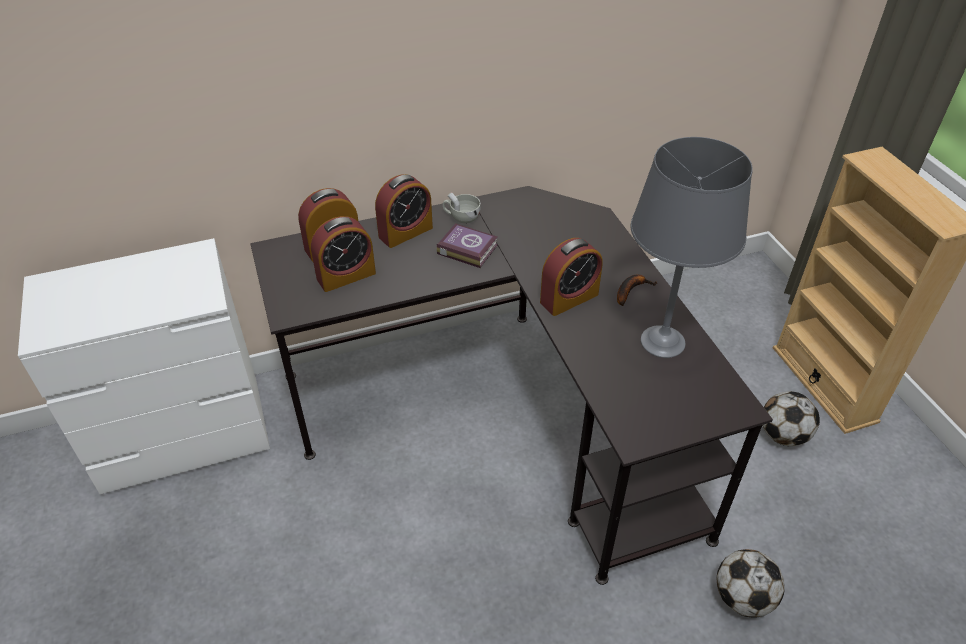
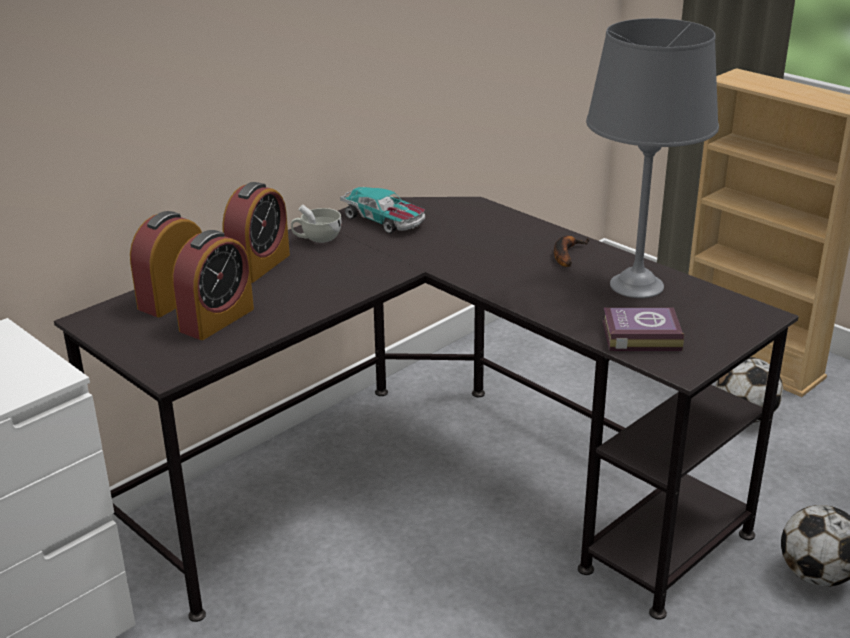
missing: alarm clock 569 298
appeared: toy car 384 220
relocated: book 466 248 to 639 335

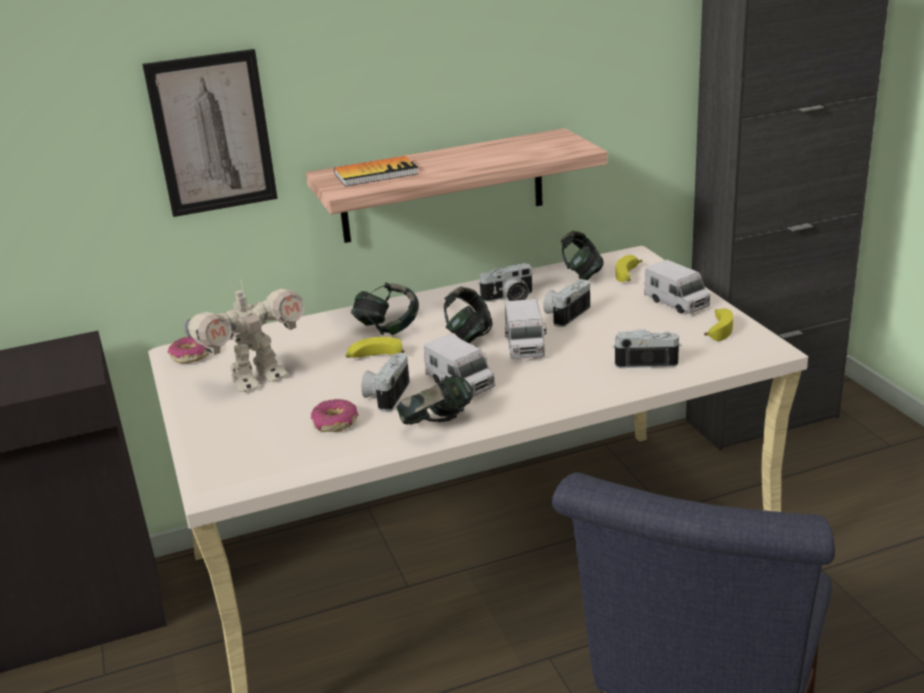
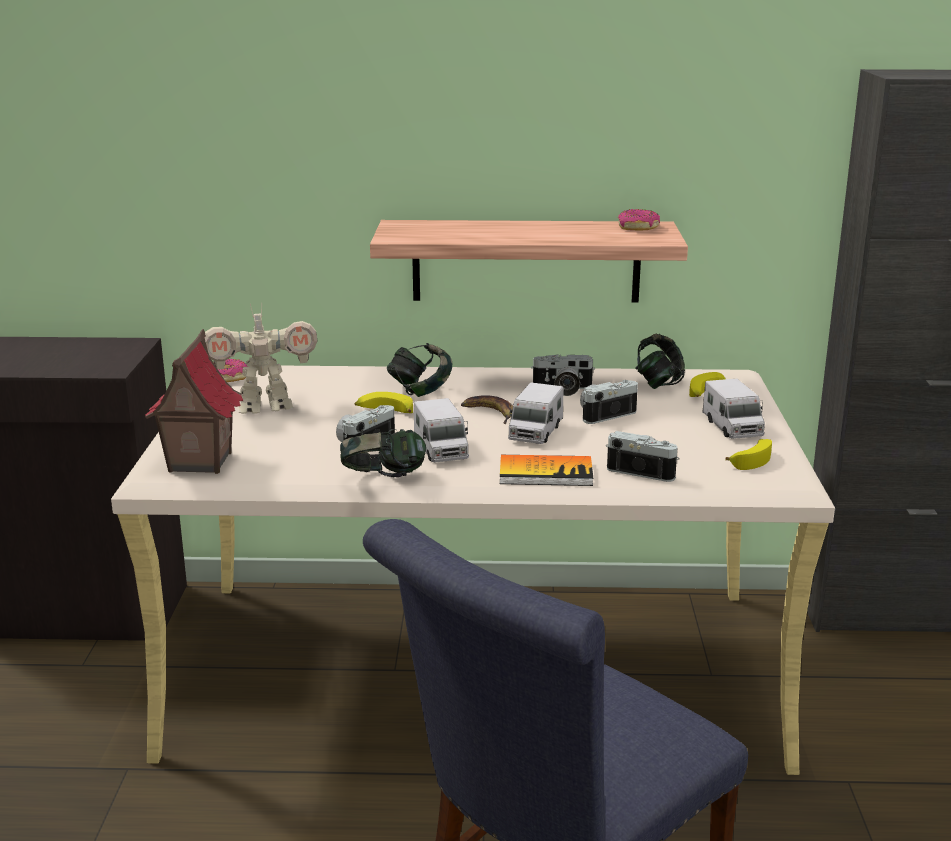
missing: picture 212 133
appeared: toy house 199 462
relocated: book 376 174 to 545 473; donut 335 423 to 638 228
exchanged: headphones 468 336 to banana 489 413

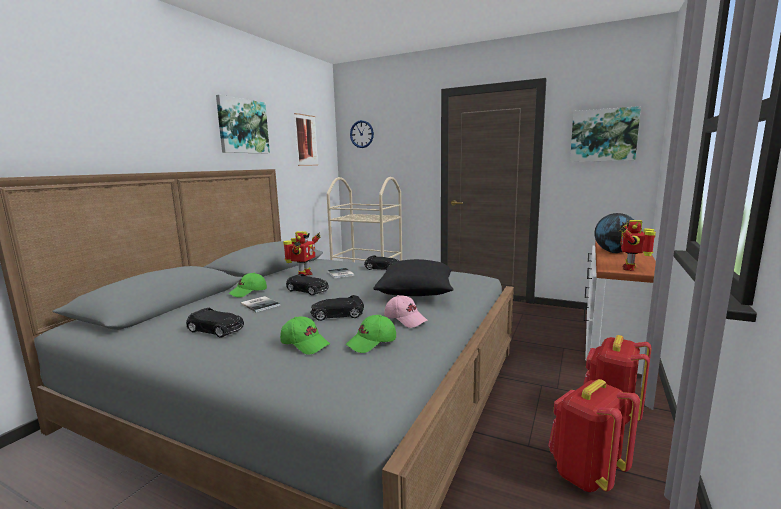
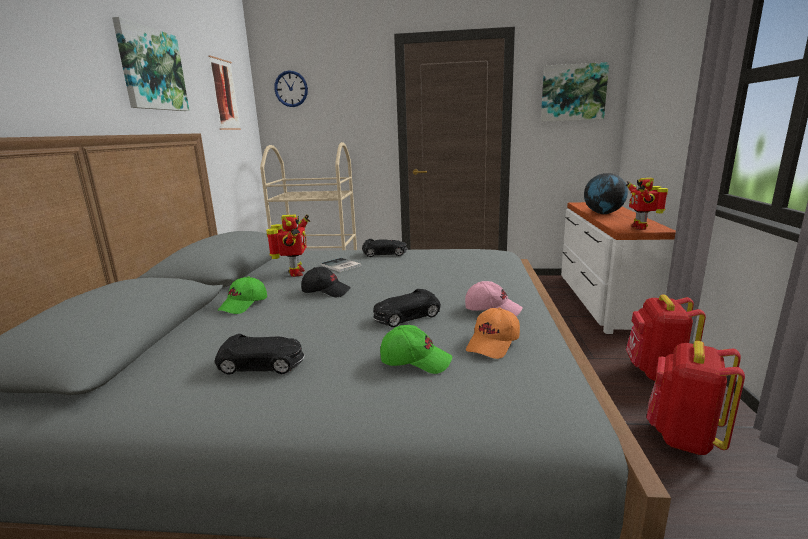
missing: book 260 304; pillow/black 416 293
exchanged: toy car/black 308 290 to cap/black 326 291
colour: cap/green 372 343 to cap/orange 493 344

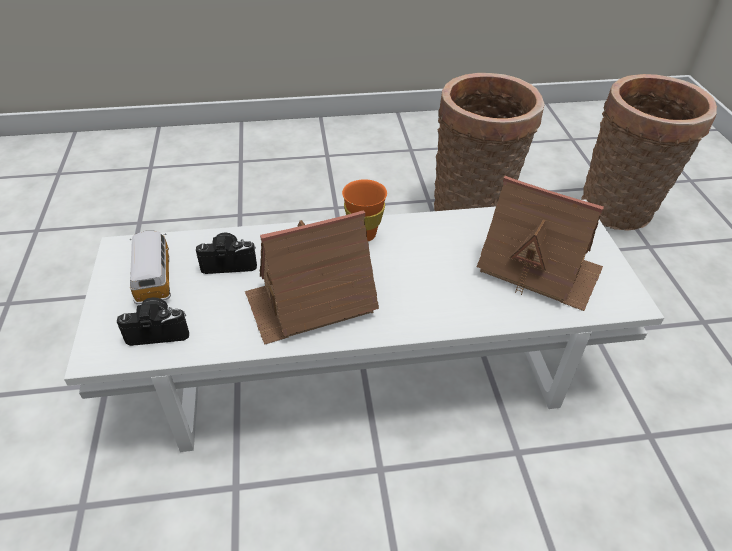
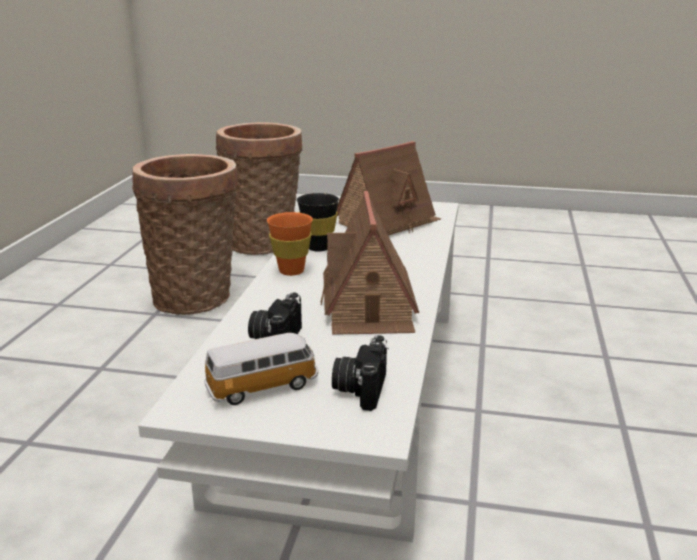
appeared: cup/black 318 247
spun: toy car 154 277 = 264 387 150 degrees clockwise

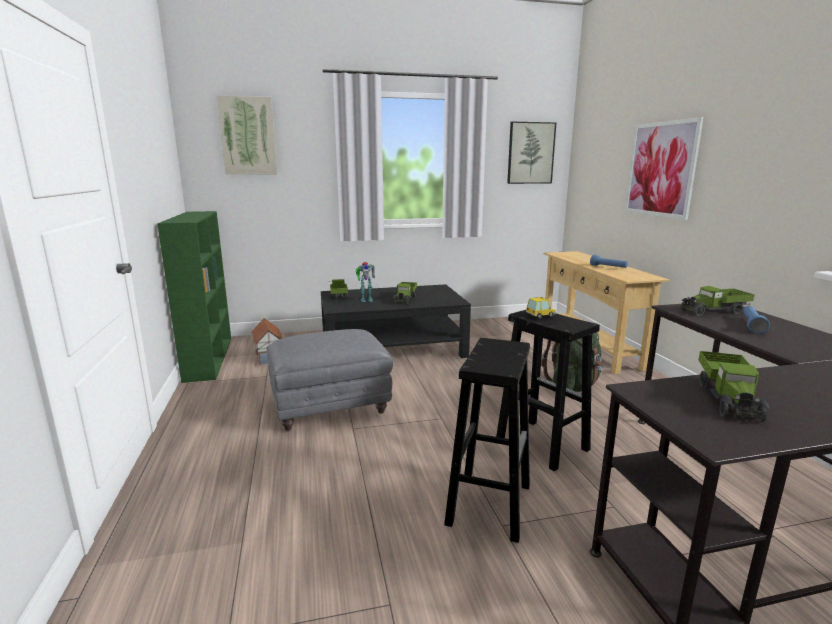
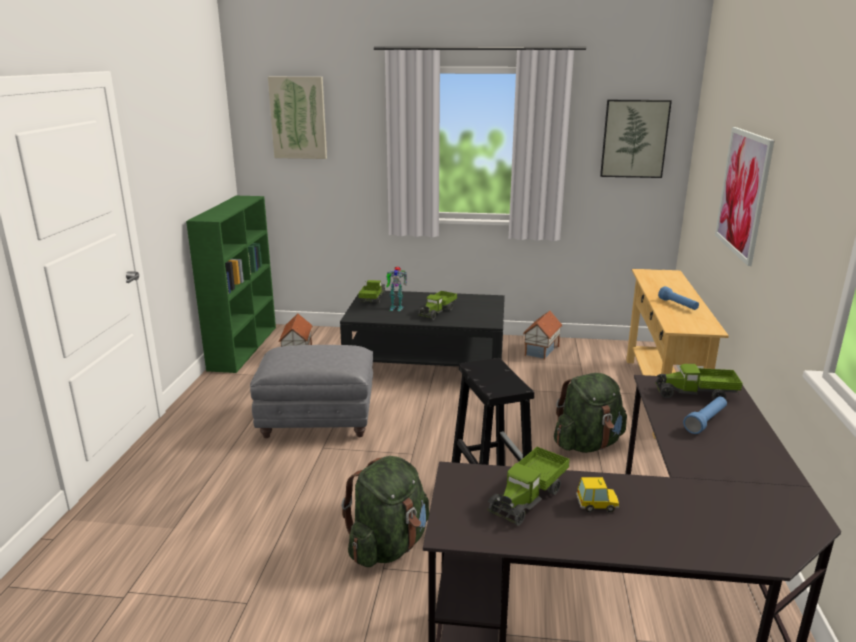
appeared: toy house 542 351
relocated: toy car 540 315 to 597 504
exchanged: stool/black 489 503 to backpack/green 388 546

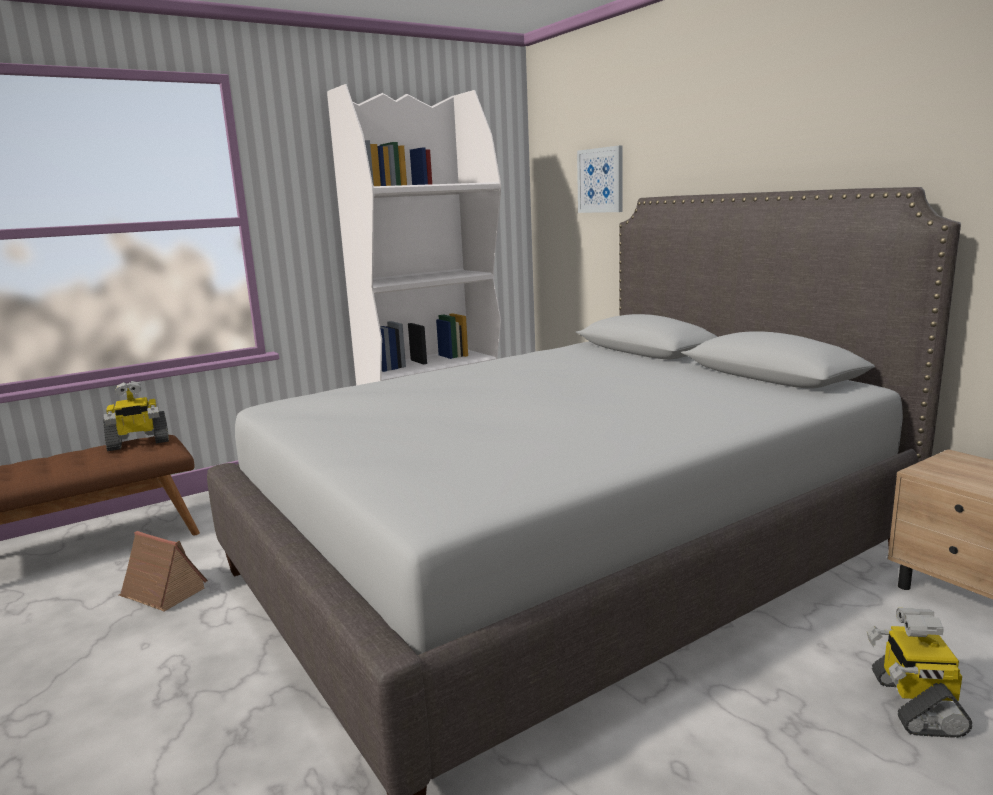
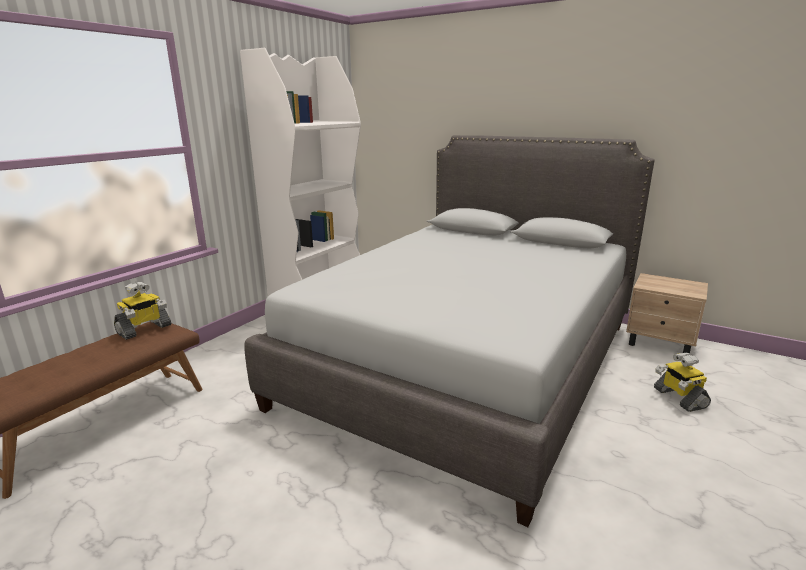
missing: toy house 162 592; picture 601 180

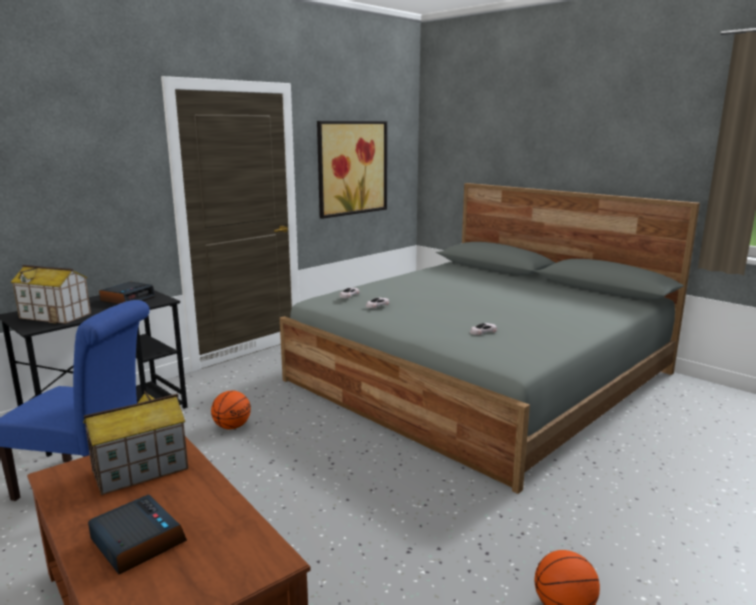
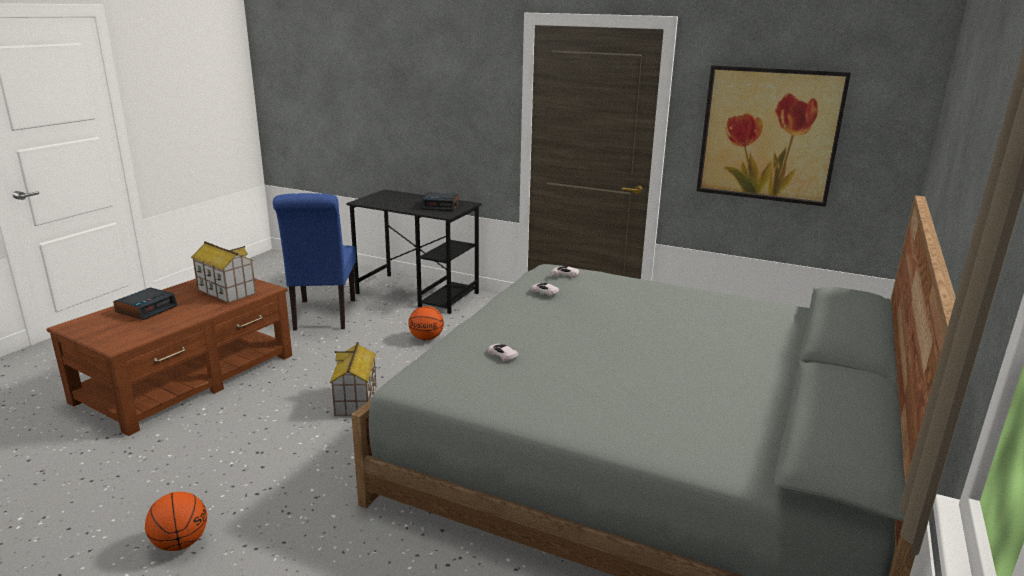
relocated: toy house 56 315 to 356 400

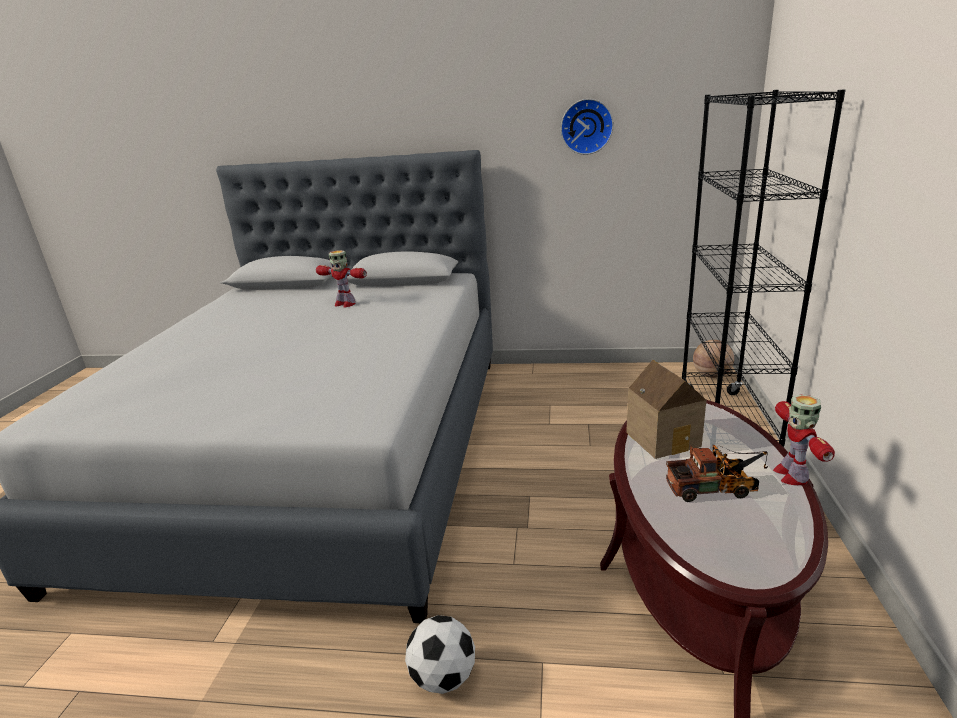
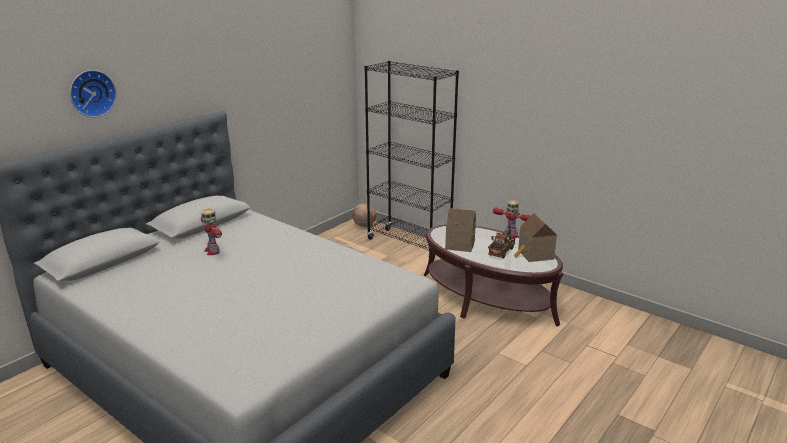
missing: football 443 677
appeared: toy house 534 255
relocated: wall clock 586 126 to 91 93
spun: toy robot 344 304 = 212 251 90 degrees clockwise

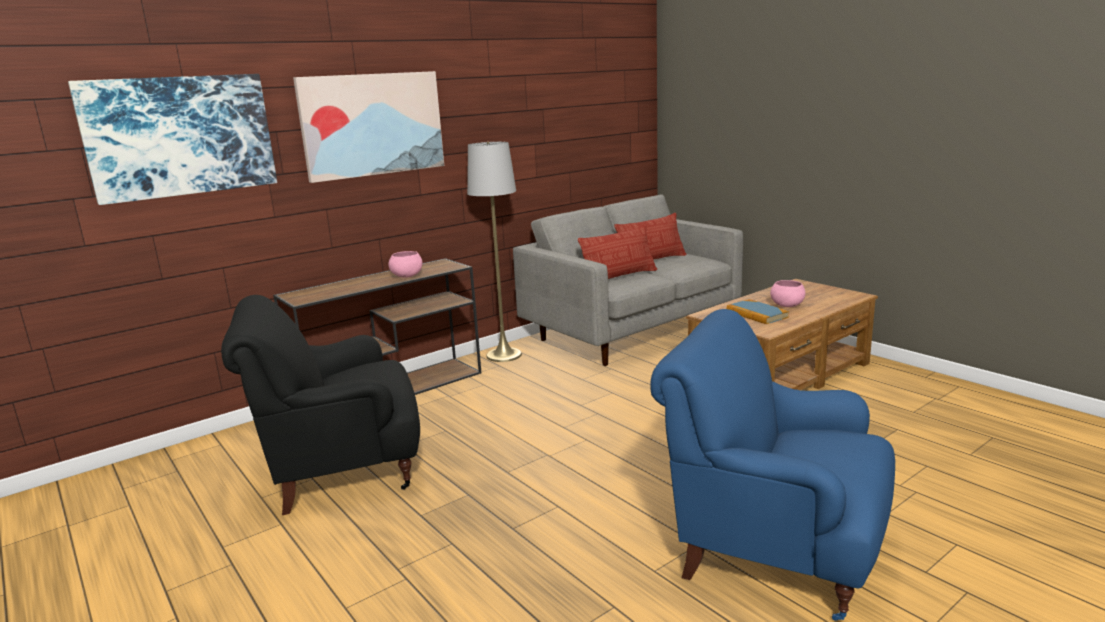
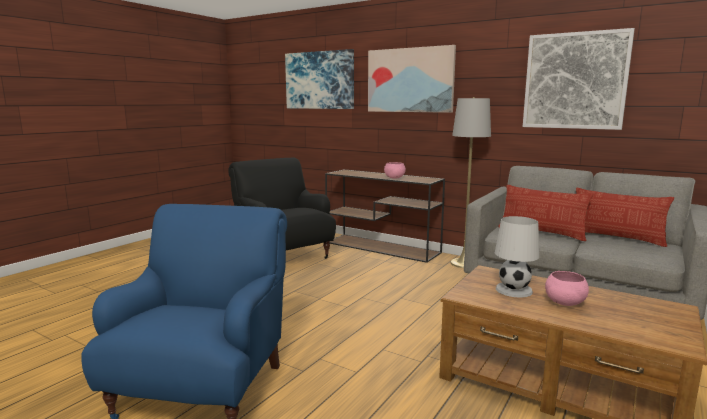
appeared: picture 575 81
exchanged: book 756 314 to table lamp/white 513 290

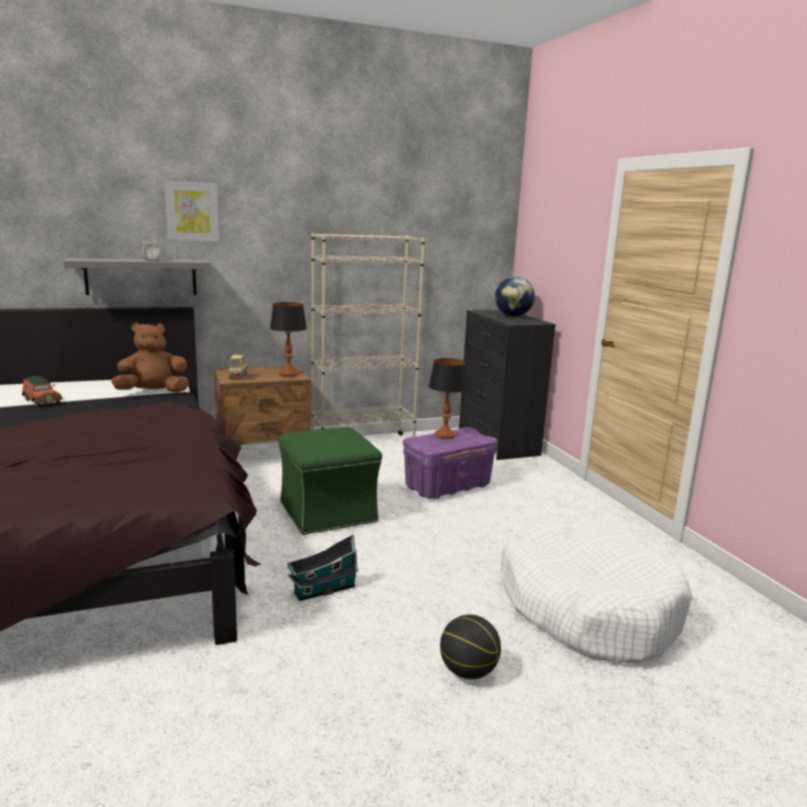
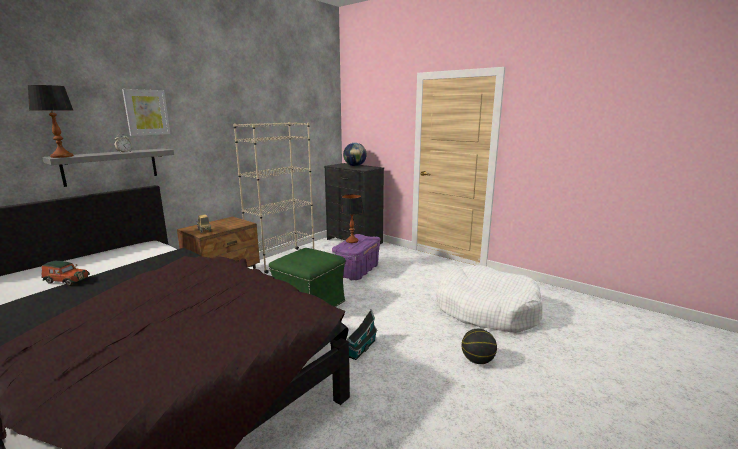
missing: plush toy/brown 153 393
relocated: table lamp 288 374 to 61 156

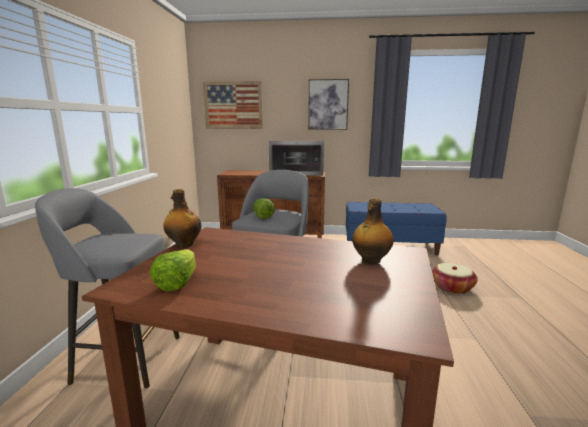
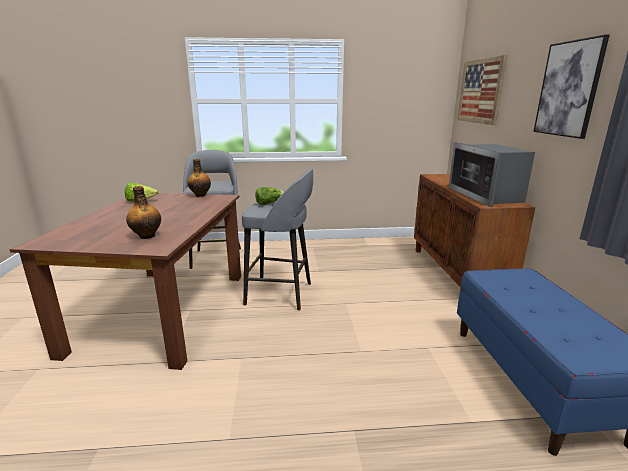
missing: basket 452 287

